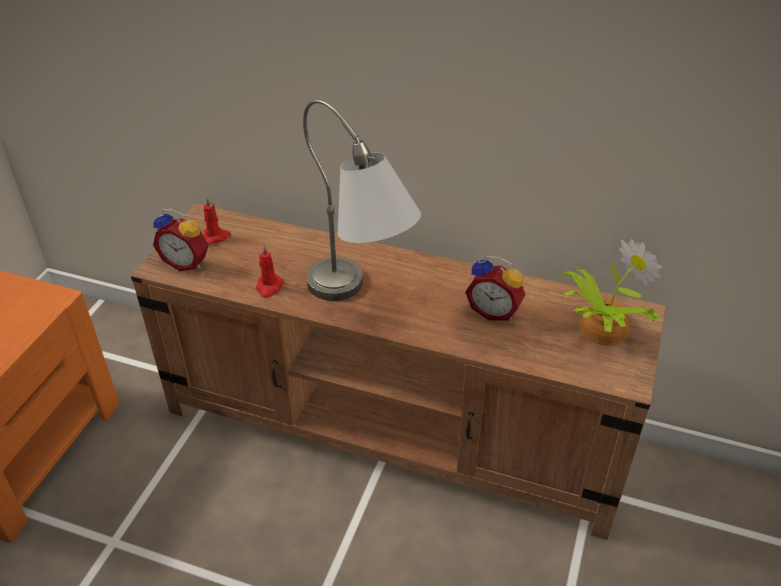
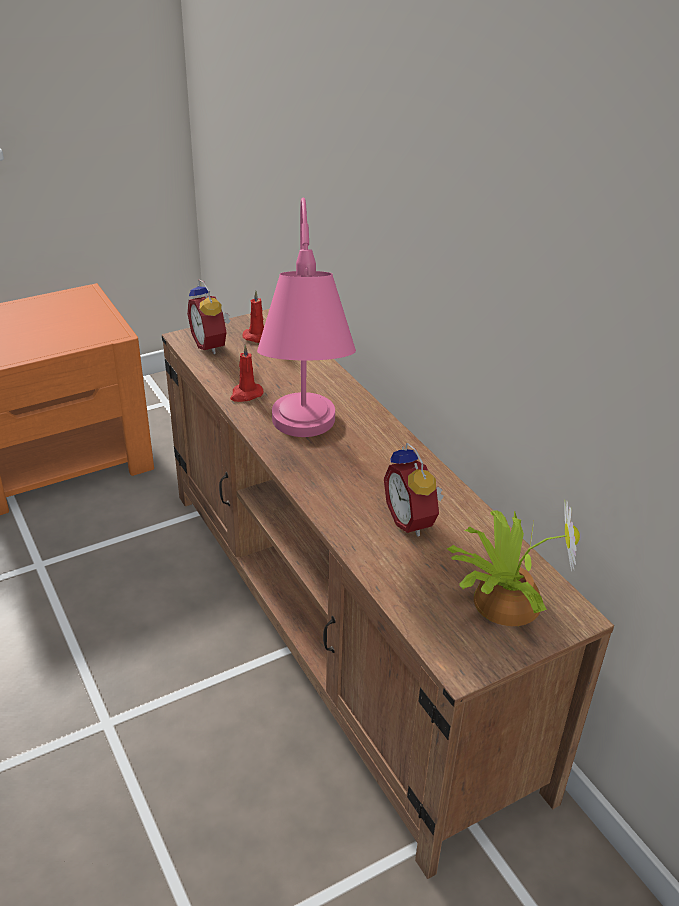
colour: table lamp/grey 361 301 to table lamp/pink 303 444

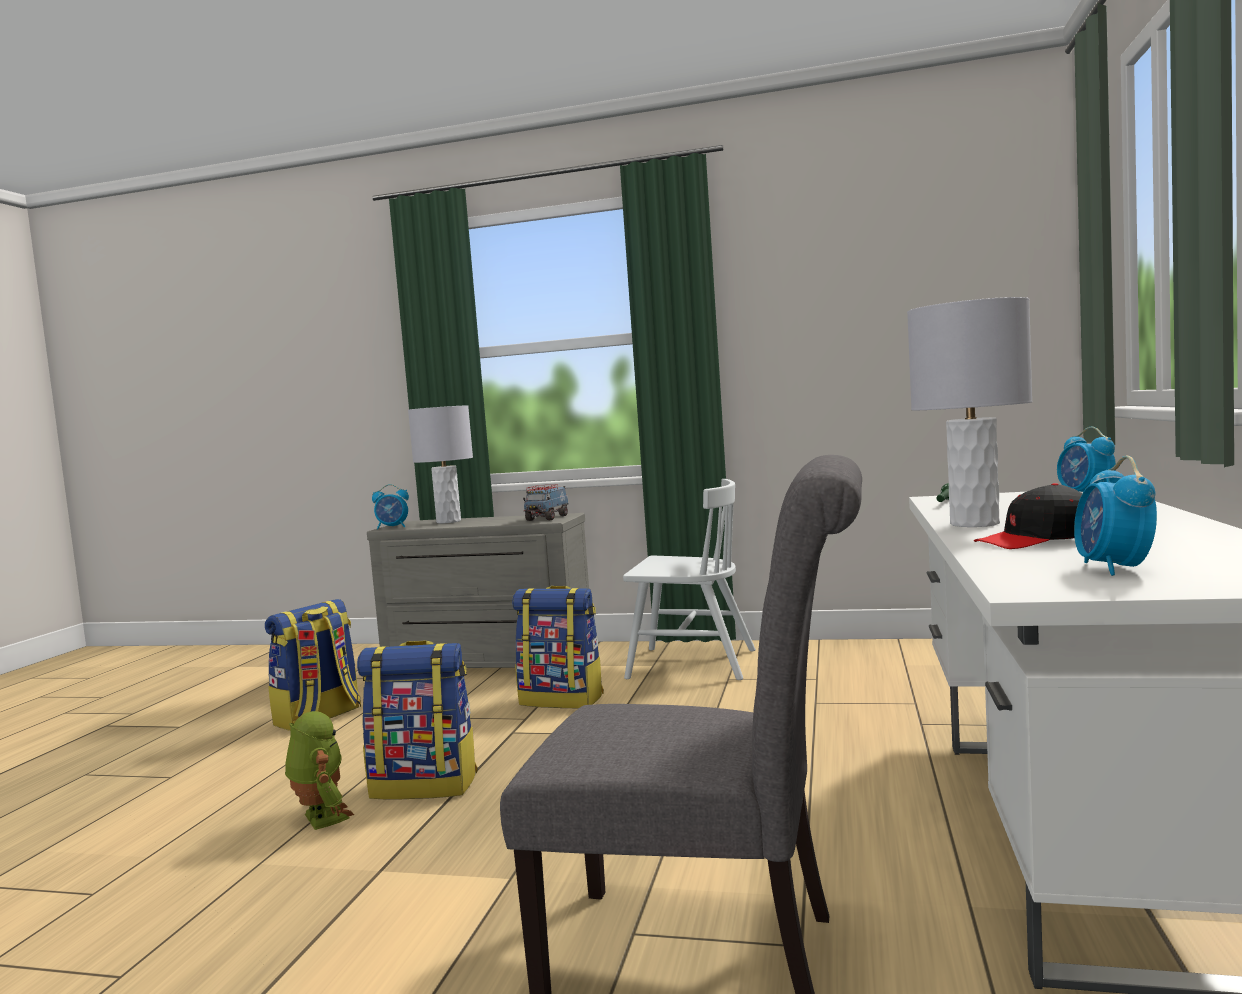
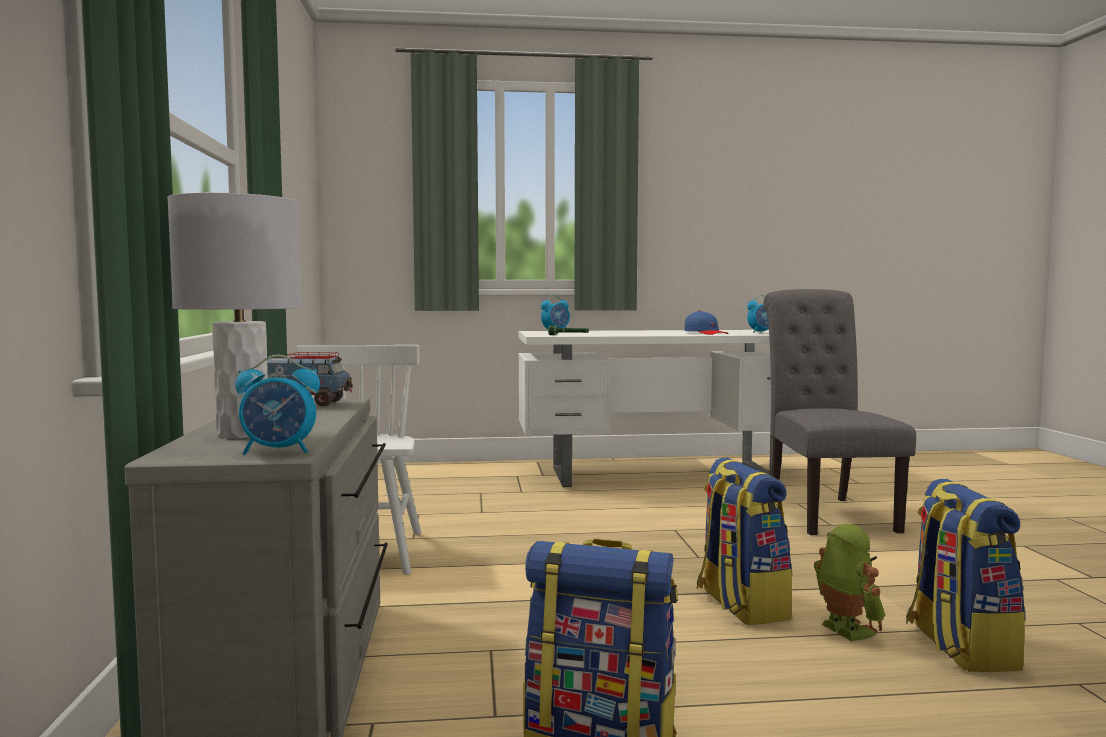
missing: table lamp/grey 975 523
relocated: backpack 562 699 to 959 647
colour: cap/black 1036 540 to cap/blue 705 333
spun: alarm clock 392 527 = 279 451 105 degrees clockwise; toy robot 321 818 = 844 630 120 degrees clockwise

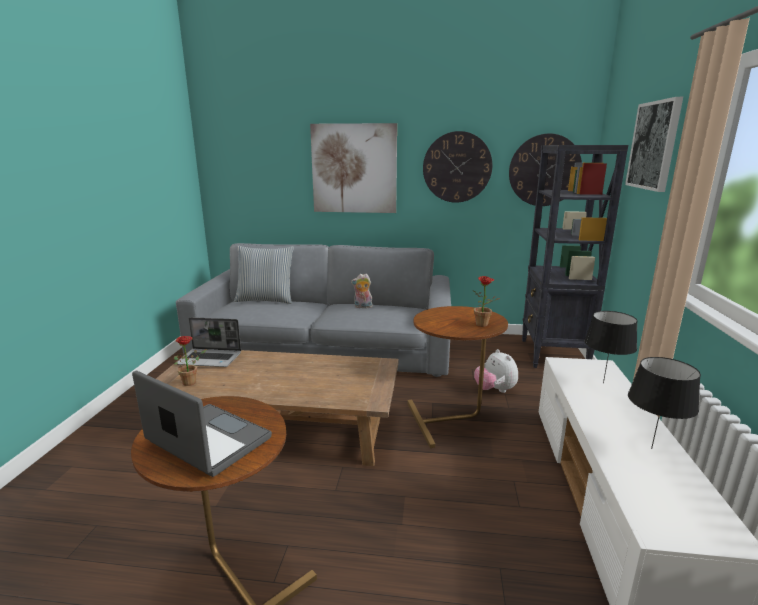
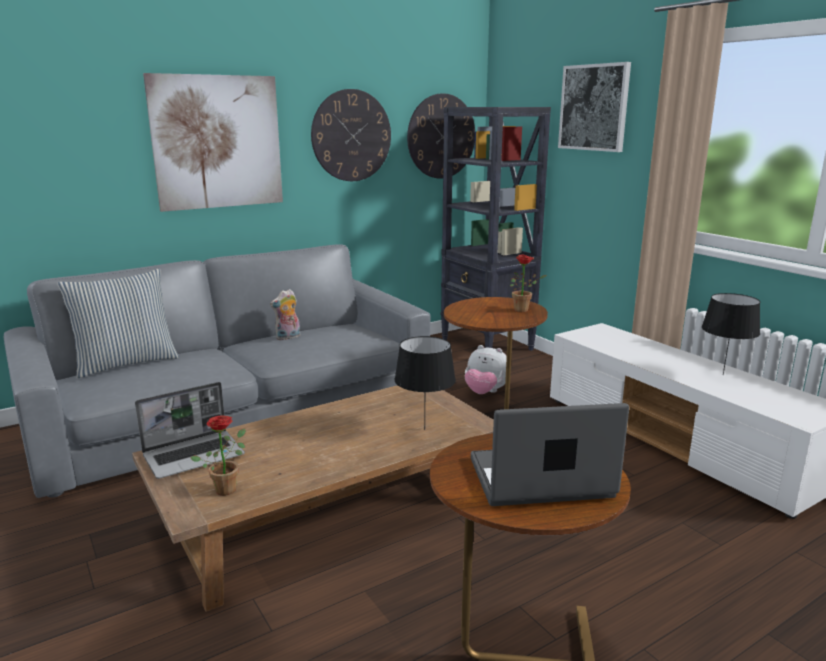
relocated: table lamp/black 602 383 to 423 429

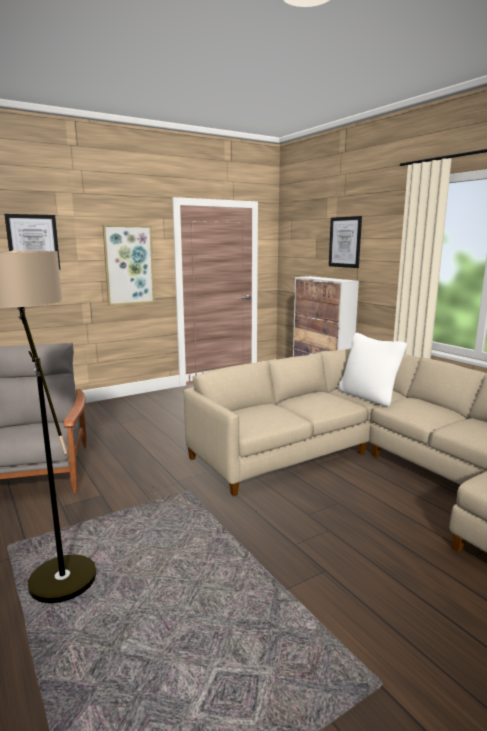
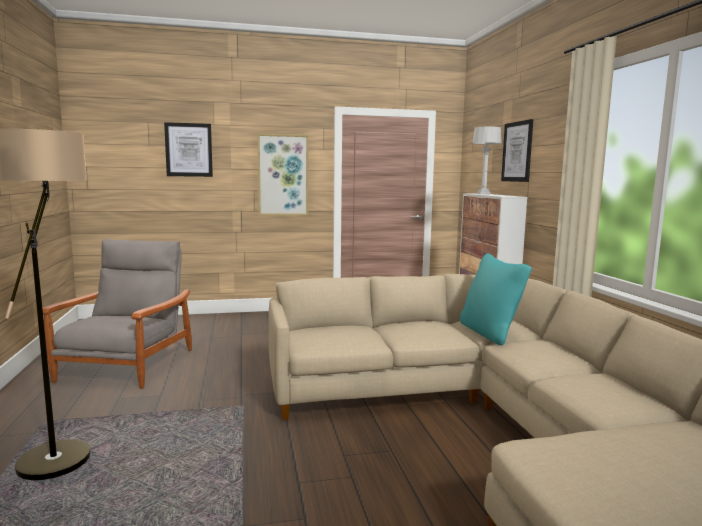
appeared: table lamp/grey 483 194
colour: pillow/white 368 397 to pillow/turquoise 490 333

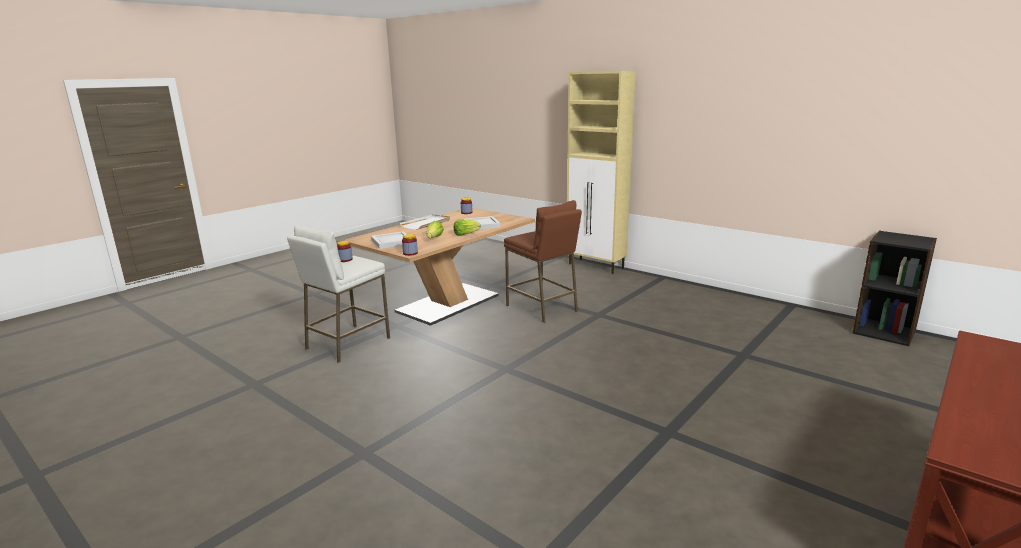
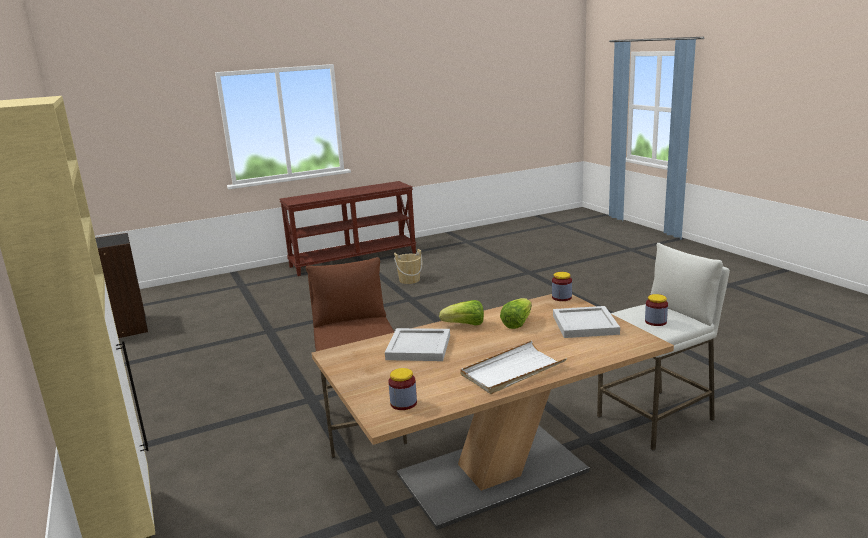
appeared: bucket/beige 409 280

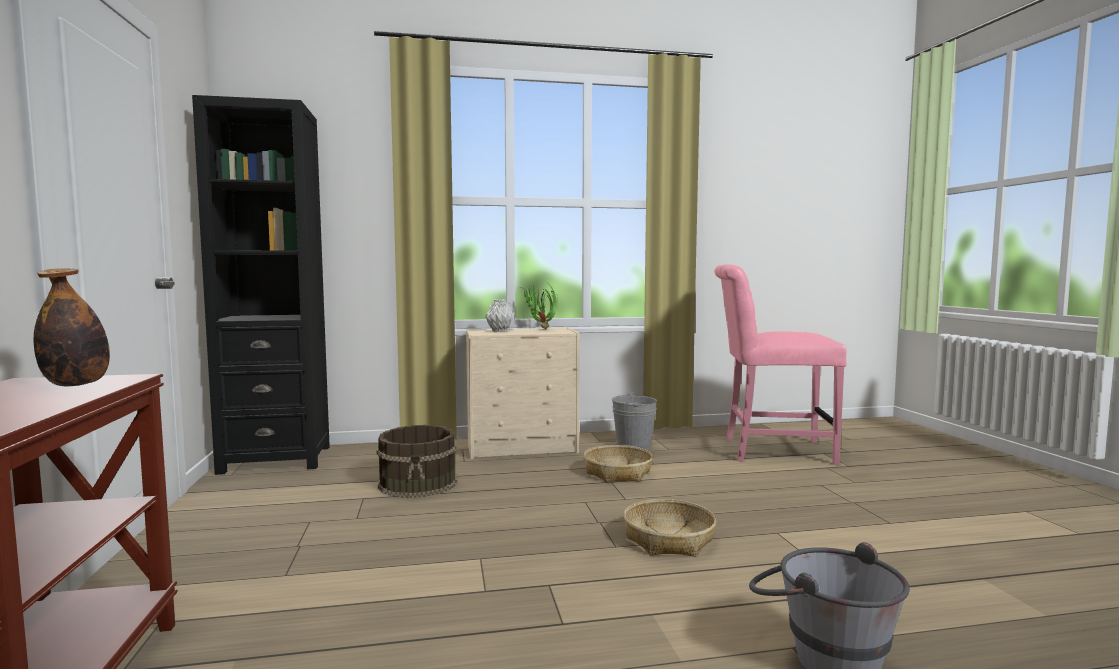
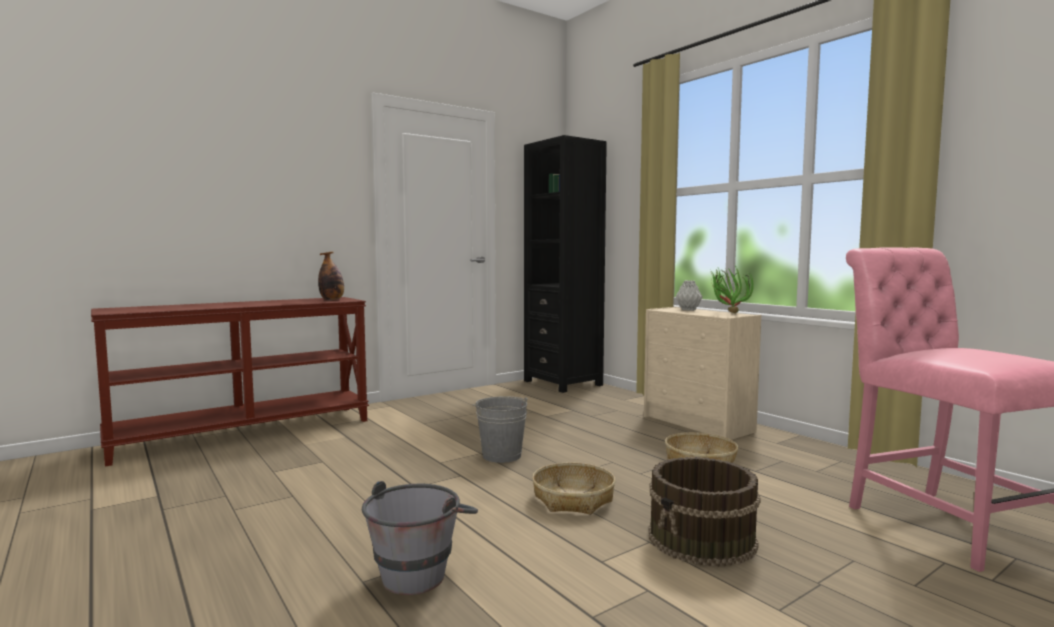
relocated: bucket/grey 633 445 to 502 455; bucket/brown 419 483 to 702 539

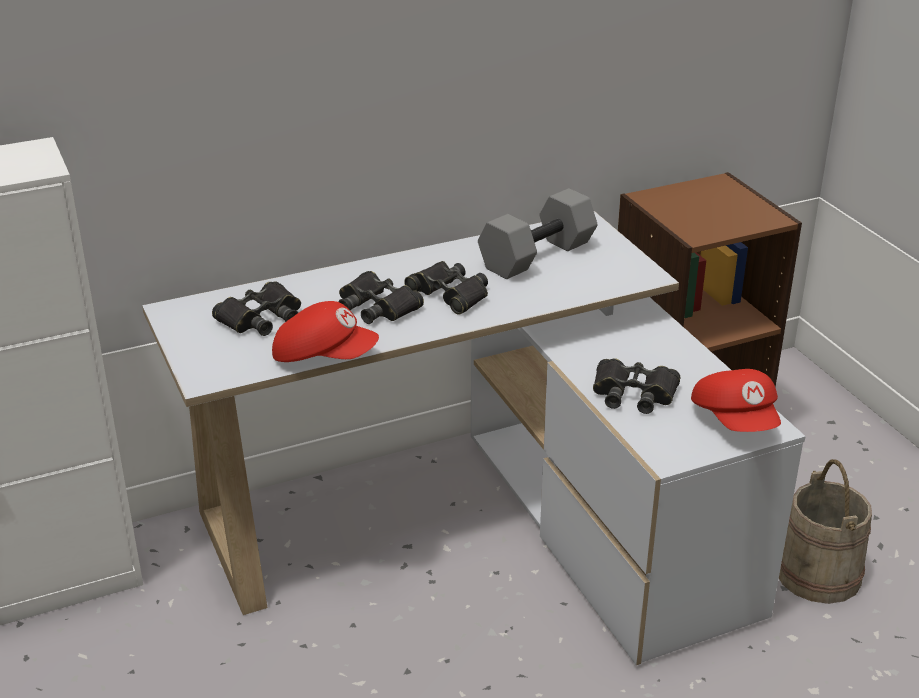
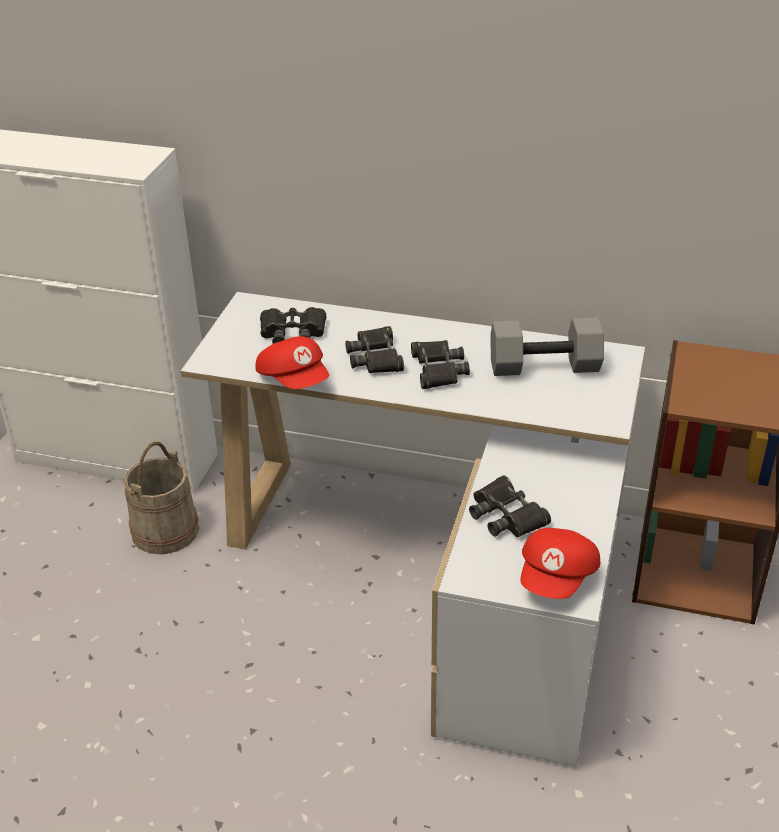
relocated: bucket/beige 819 573 to 165 530

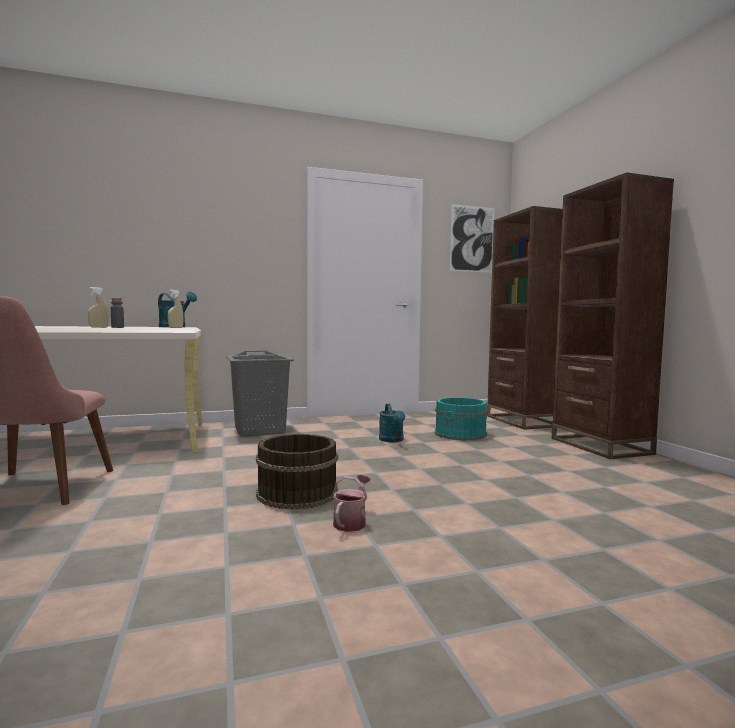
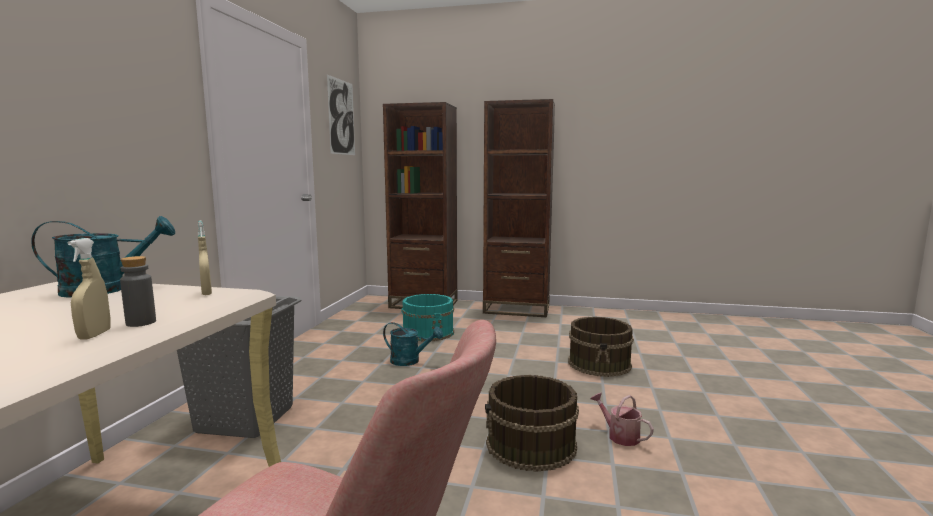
appeared: bucket/brown 600 363

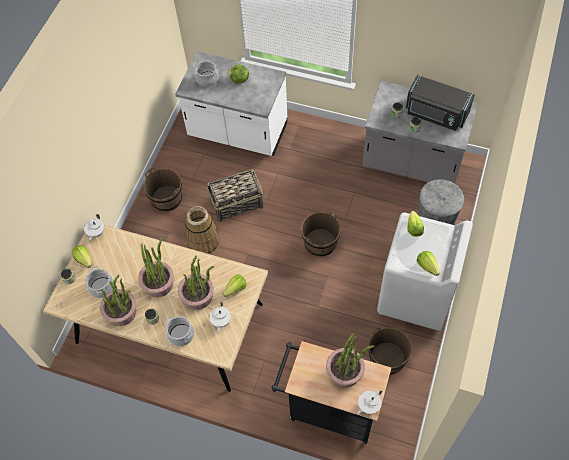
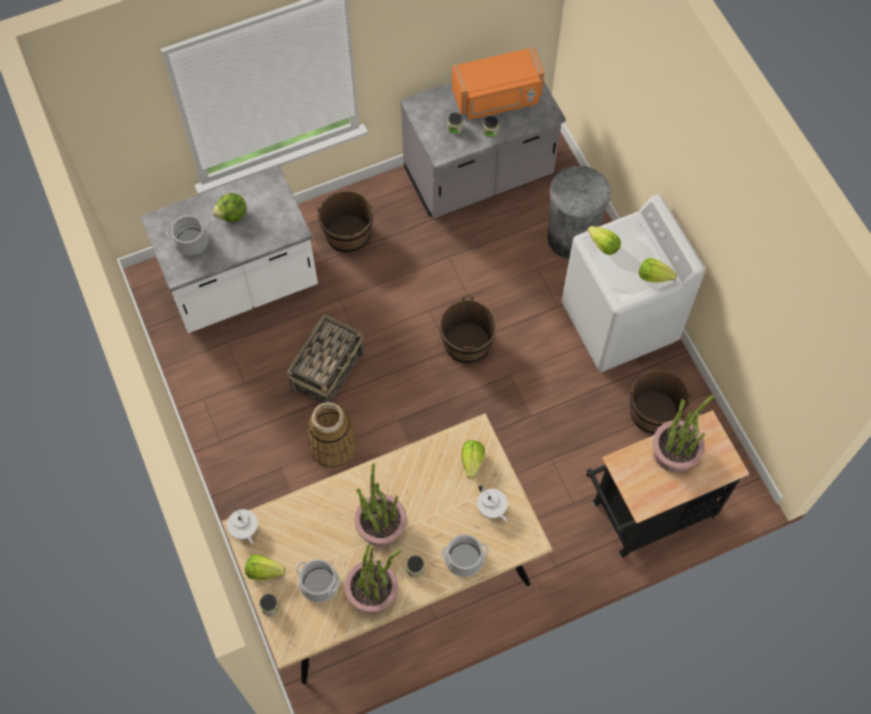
missing: potted plant 198 296; teapot/white 368 405
relocated: bucket/brown 167 199 to 348 234
colour: microwave/black 436 114 to microwave/orange 497 99

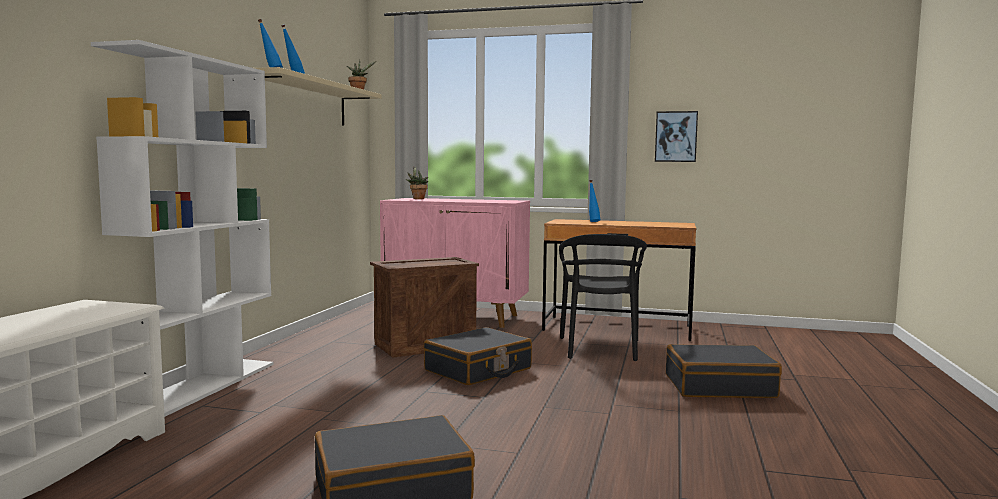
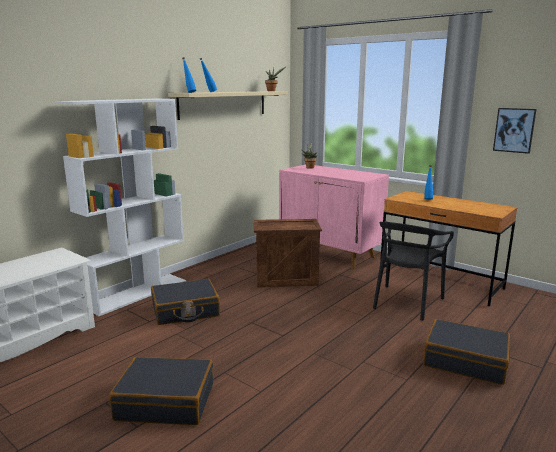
relocated: suitcase/black 478 370 to 185 311

